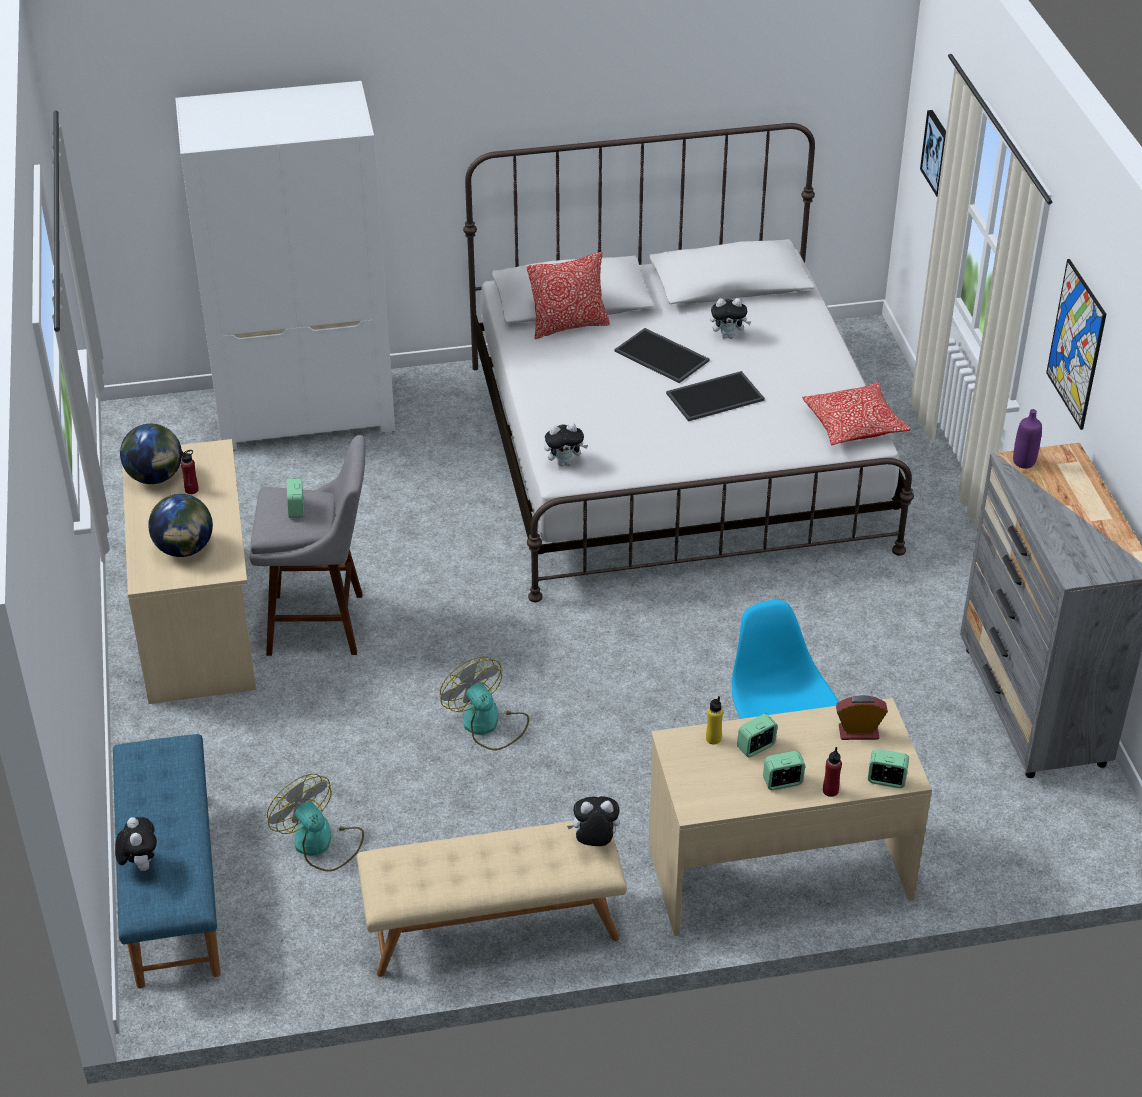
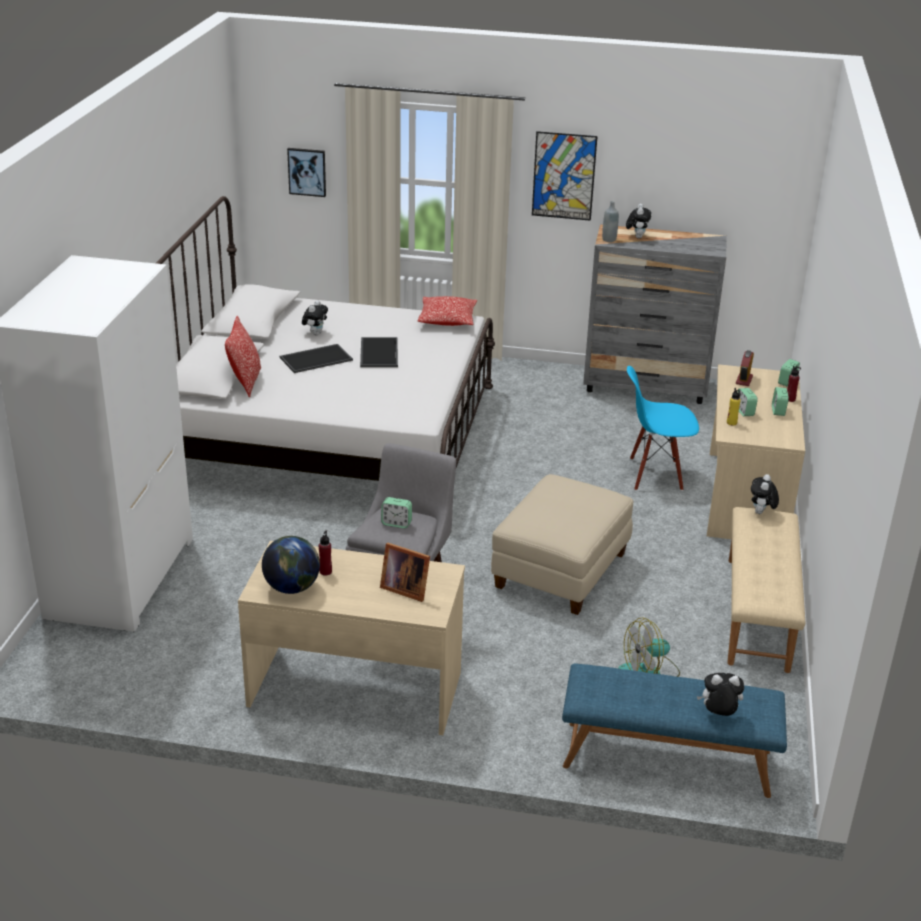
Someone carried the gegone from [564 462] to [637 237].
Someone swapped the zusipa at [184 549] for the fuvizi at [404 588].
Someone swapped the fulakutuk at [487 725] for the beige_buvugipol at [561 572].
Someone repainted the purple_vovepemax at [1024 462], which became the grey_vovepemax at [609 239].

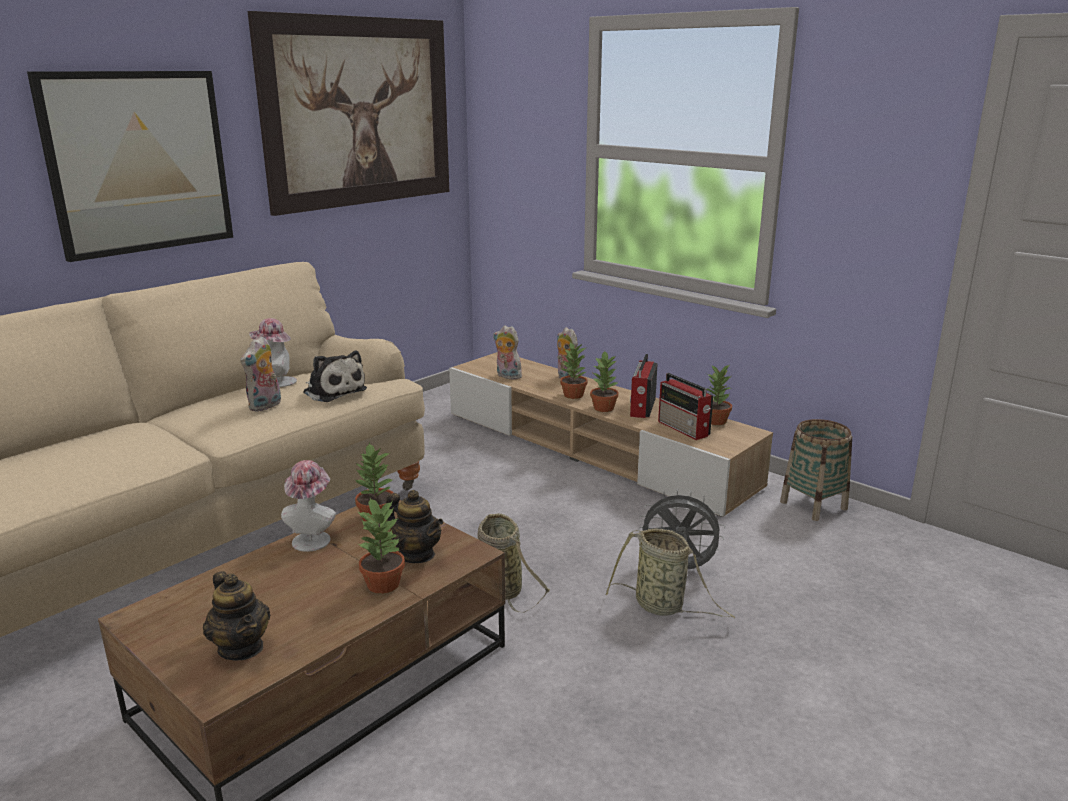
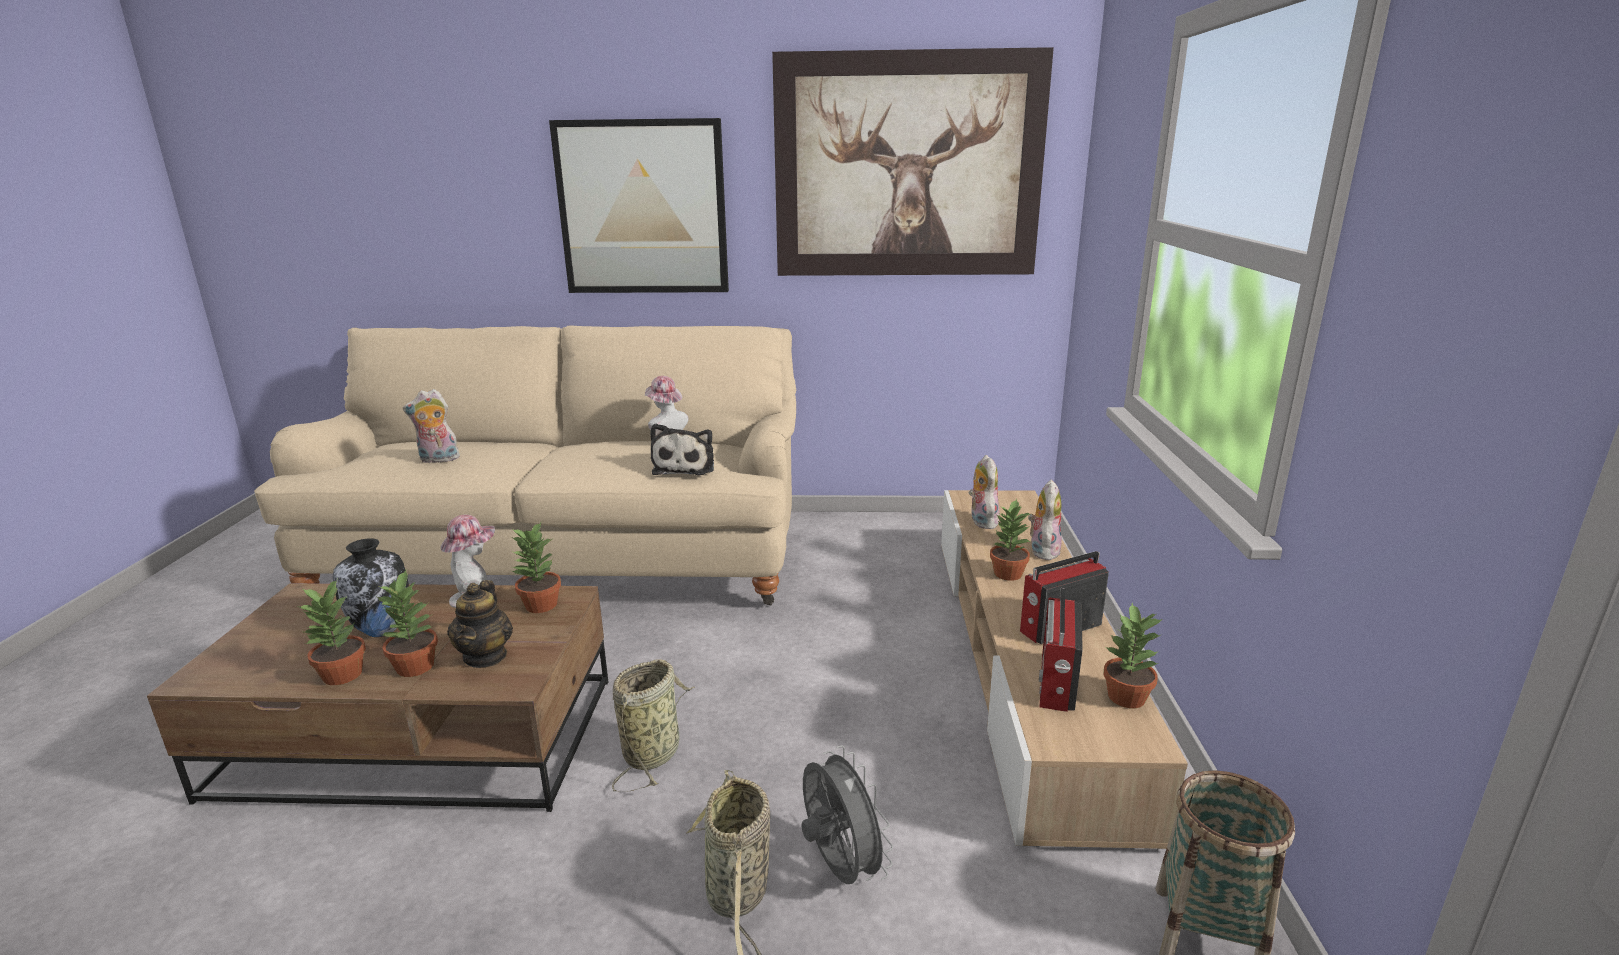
Someone took away the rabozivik at [241 647].
Someone put down the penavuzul at [383 630].
Someone carried the gegone from [265 406] to [438 460].
Someone carried the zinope from [604 408] to [343 675].

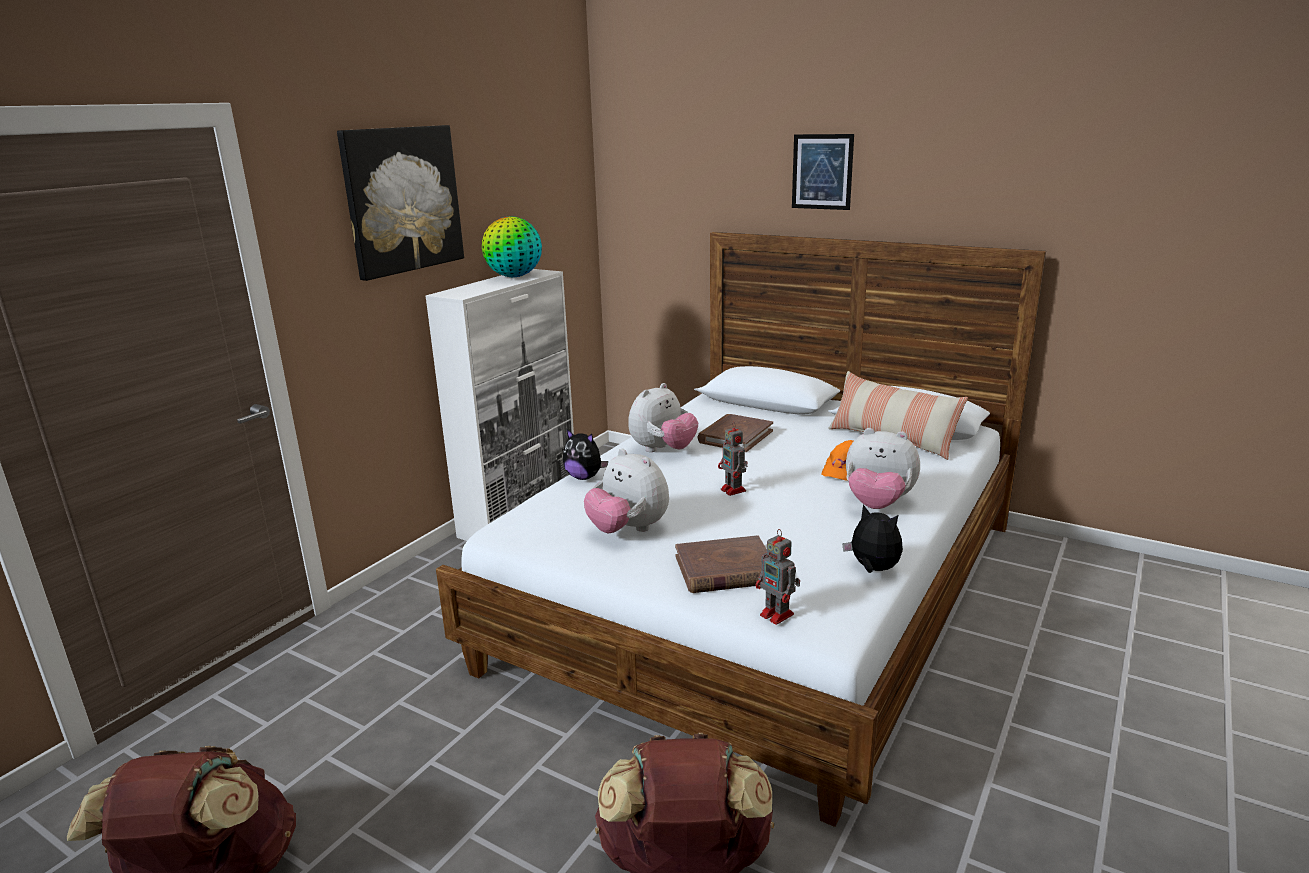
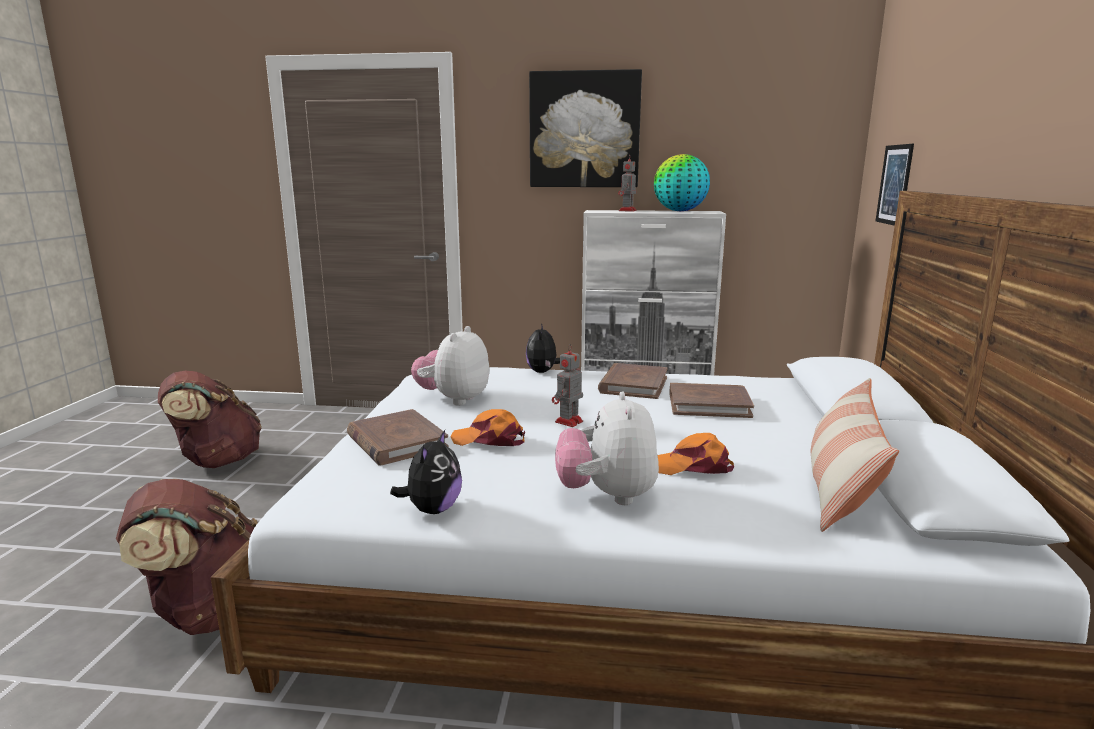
Someone put down the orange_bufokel at [489 440].
Someone carried the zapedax from [778 615] to [627 211].
Someone carried the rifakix from [822 172] to [894 185].
Someone swapped the gegone at [663 450] for the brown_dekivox at [633 385].

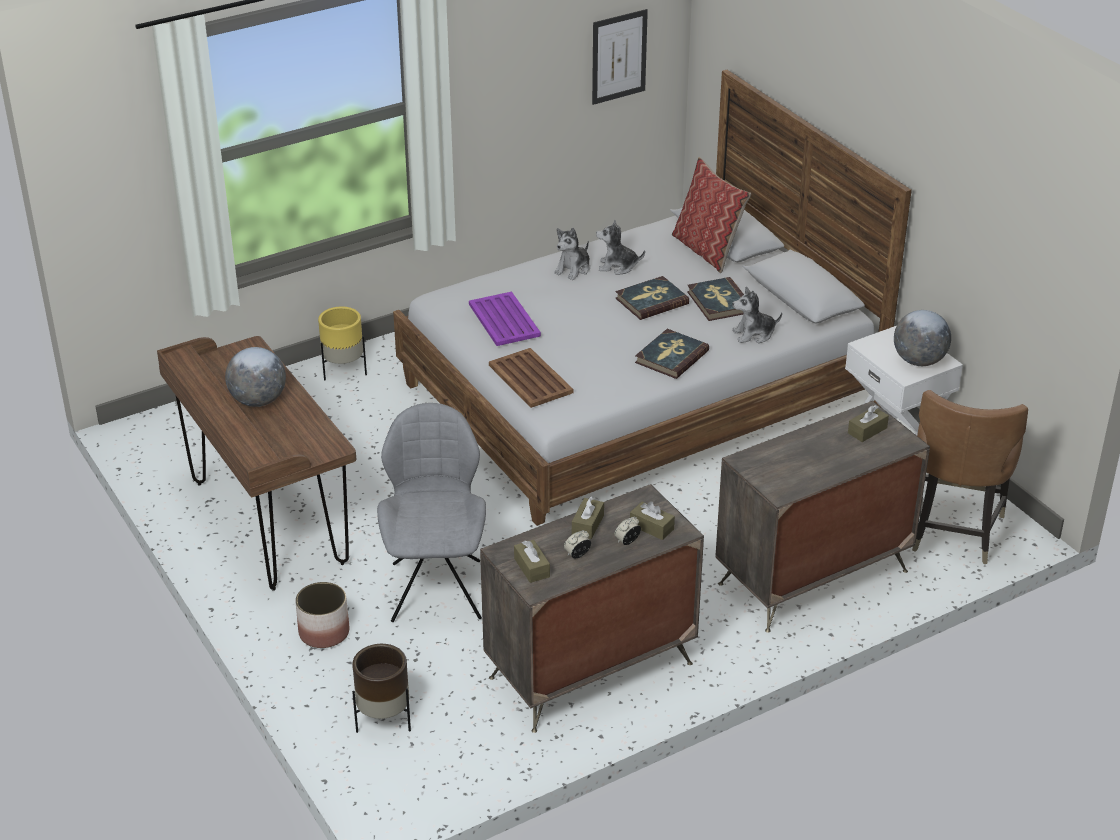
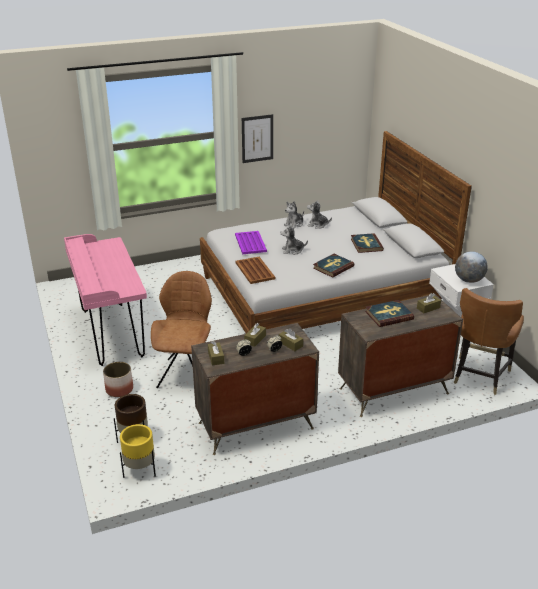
Someone took away the zusipa at [258 401].
Someone took away the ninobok at [707 250].
Someone carried the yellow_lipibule from [343 370] to [140 470].
Someone carried the rifakix from [619 56] to [257 138].
Someone carried the dekivox from [651 301] to [388 315].
Someone carried the gegone from [754 334] to [292 250].
Someone repainted the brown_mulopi at [267 523], which became the pink_mulopi at [111 333].
Someone repainted the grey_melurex at [436 588], which became the brown_melurex at [186 373].

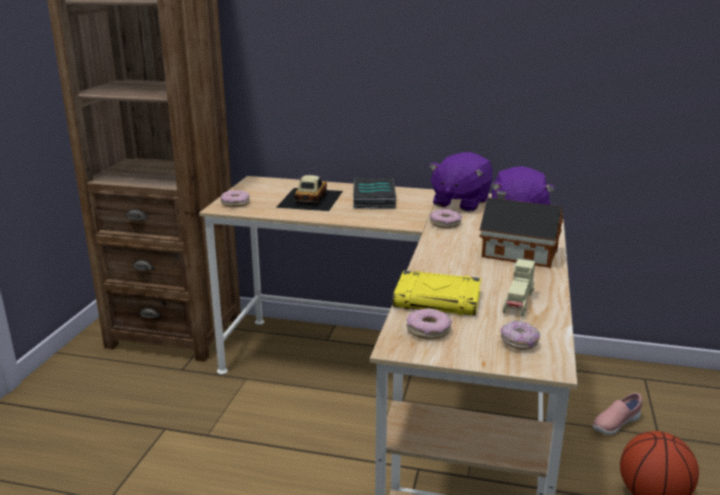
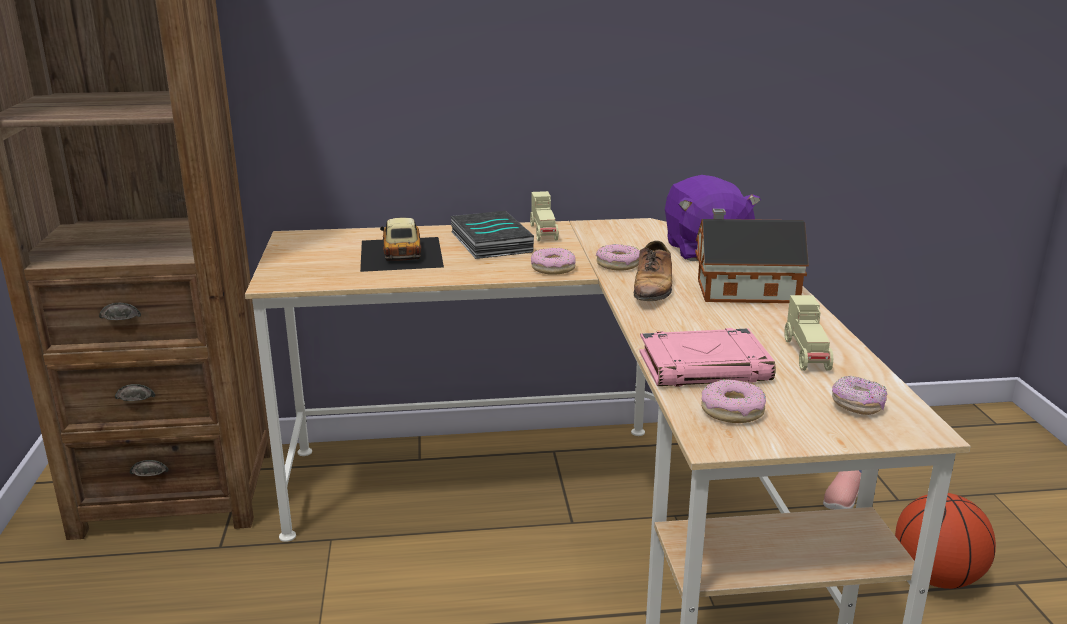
Someone took away the purple_gegone at [460 203].
Someone put down the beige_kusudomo at [544 233].
Someone put down the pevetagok at [653 288].
Someone carried the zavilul from [235 203] to [553 268].
Someone repainted the yellow_dekivox at [438 299], which became the pink_dekivox at [705 366].

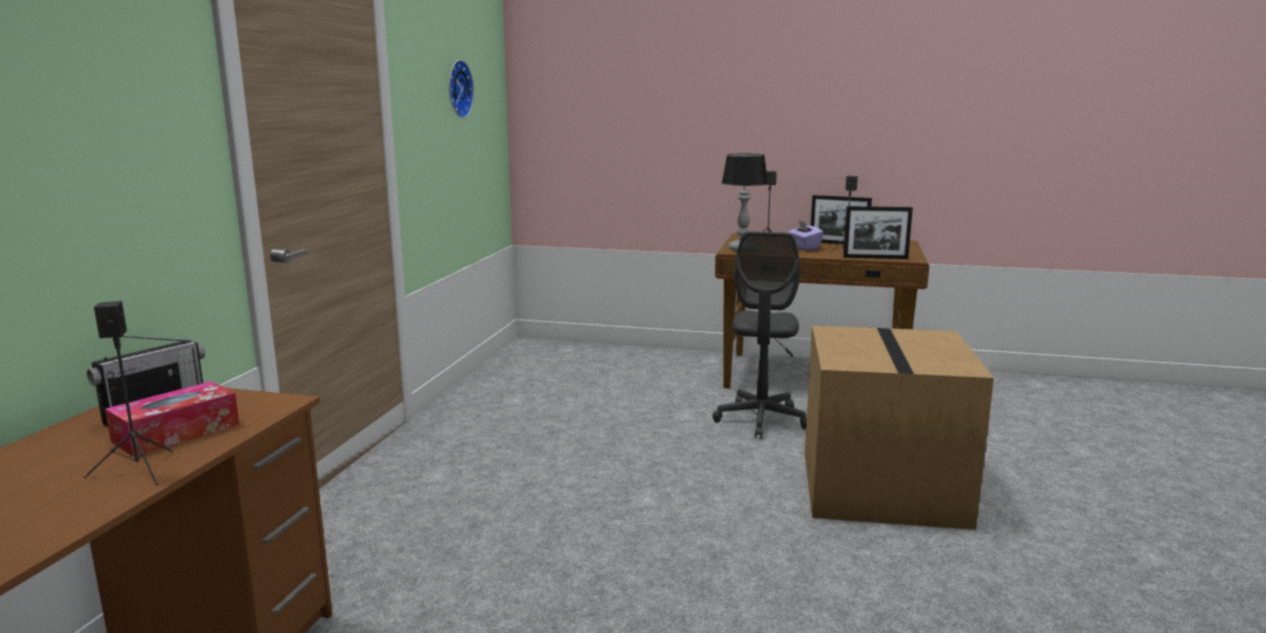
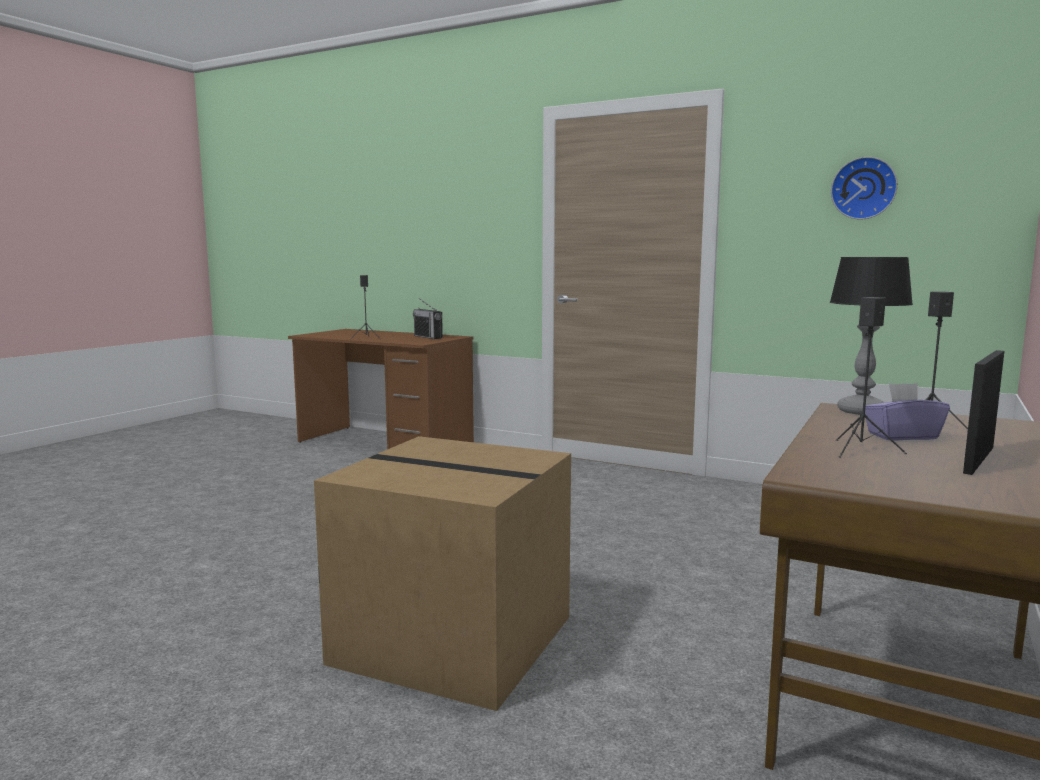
Someone took away the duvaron at [176 433].
Someone took away the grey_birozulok at [761 420].
Someone took away the fuvizi at [875 258].

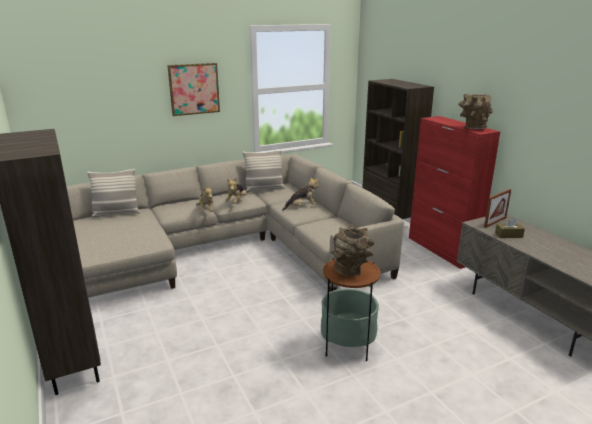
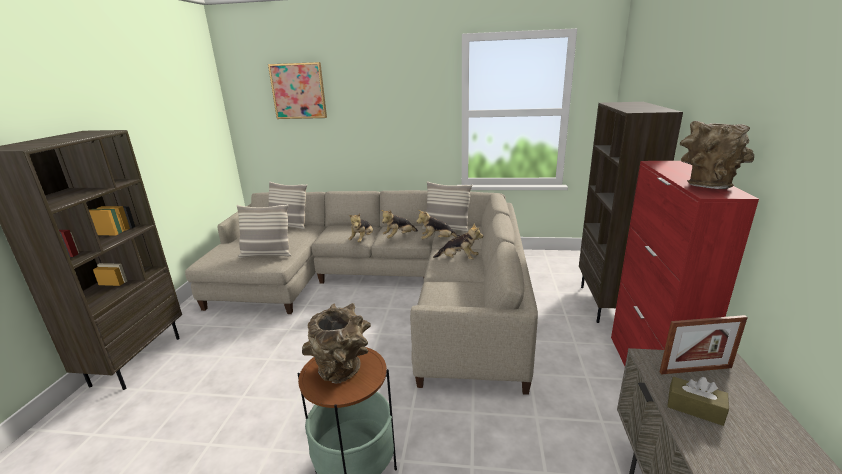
Someone put down the ninobok at [267 255].
Someone put down the gegone at [437 240].
Someone carried the rifakix from [194 89] to [298 91].

